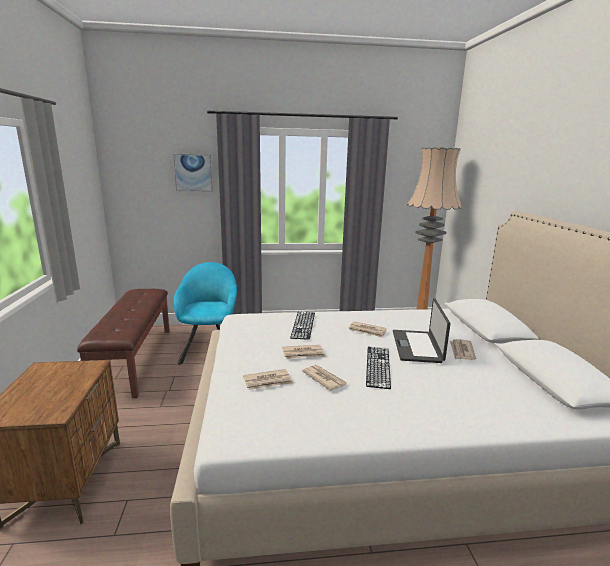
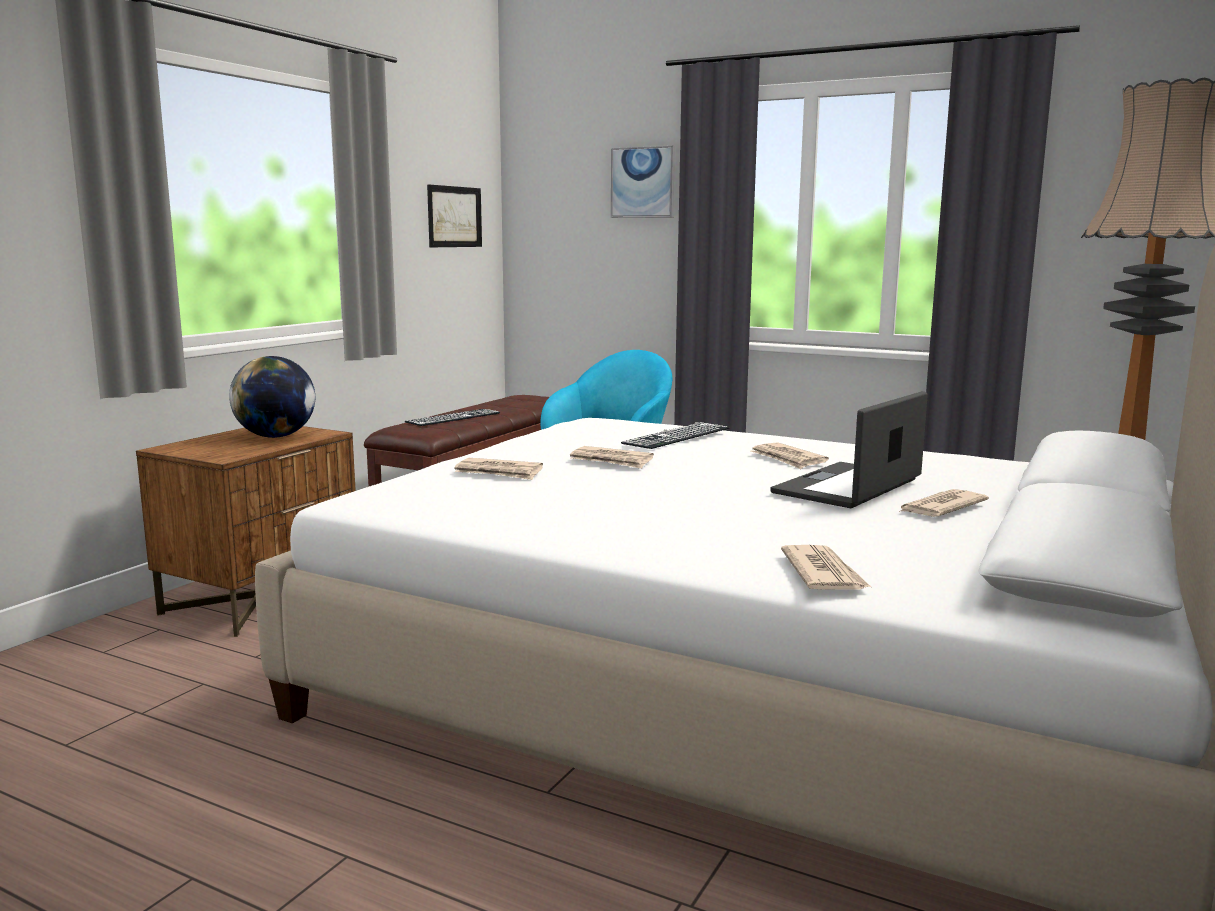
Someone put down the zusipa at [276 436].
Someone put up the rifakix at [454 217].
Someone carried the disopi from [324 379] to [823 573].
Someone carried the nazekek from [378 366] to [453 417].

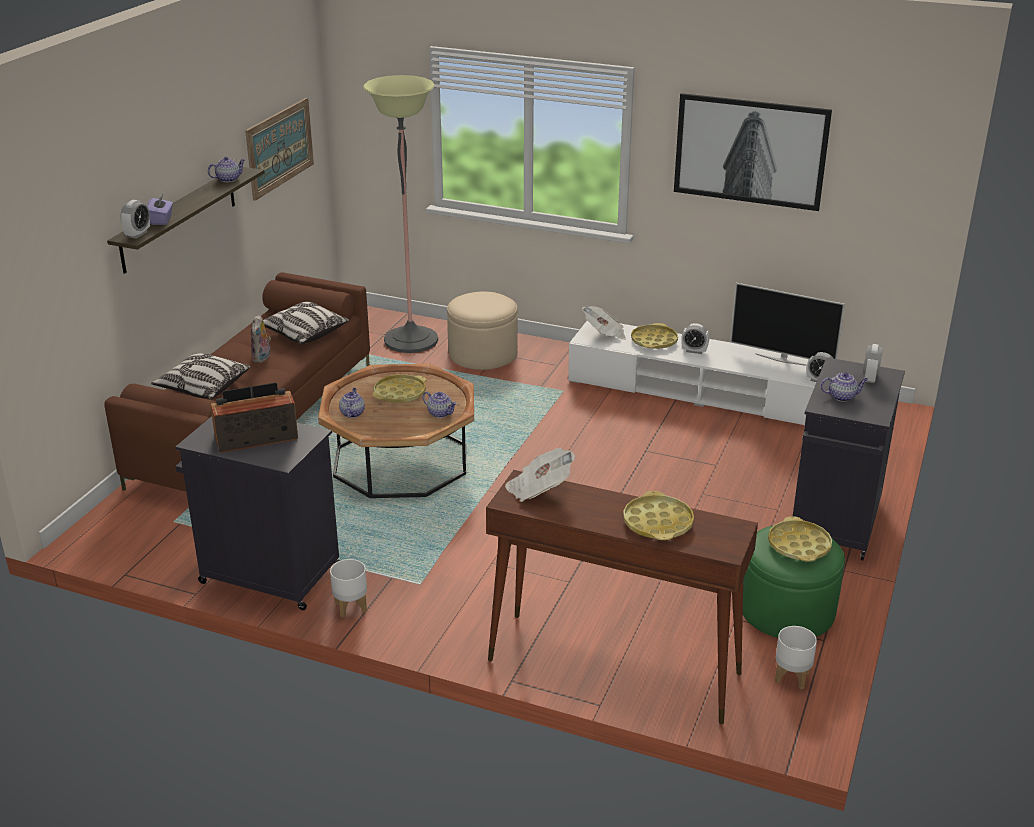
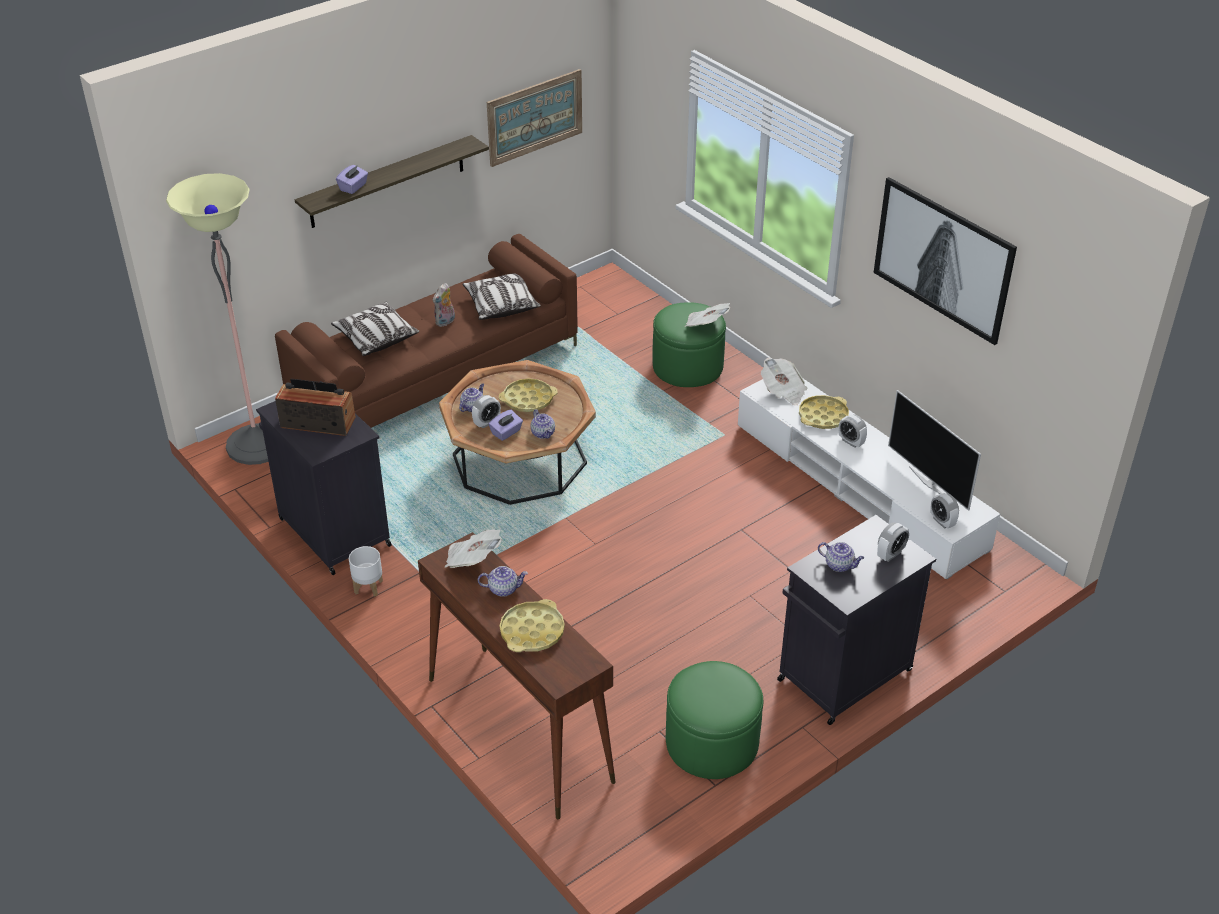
Someone took away the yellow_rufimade at [799 545].
Someone took away the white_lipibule at [792 677].
Someone put down the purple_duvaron at [506 432].
Someone put down the disopi at [706 325].
Someone carried the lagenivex from [138 234] to [487 422].
Someone carried the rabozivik from [228 179] to [503 589].
Someone carried the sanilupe from [411 340] to [257 445].
Someone repainted the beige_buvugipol at [482 354], which became the green_buvugipol at [687 366].

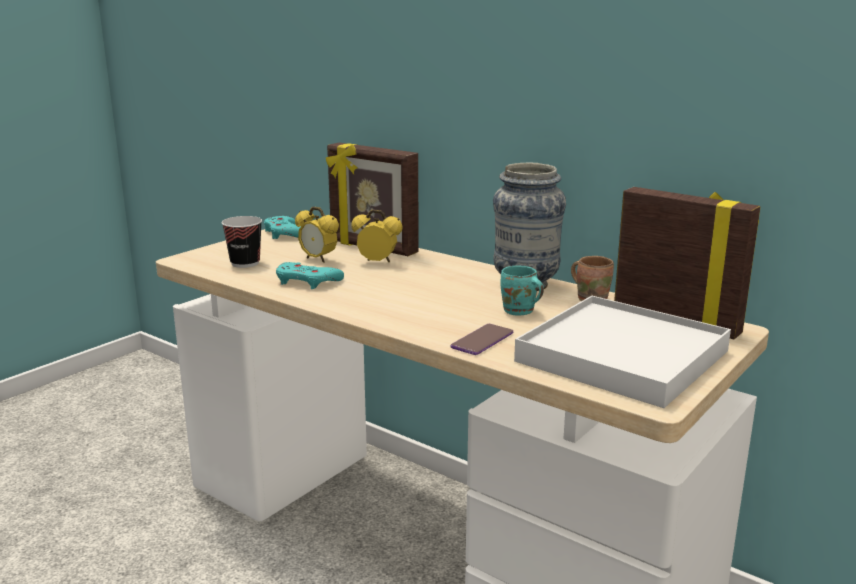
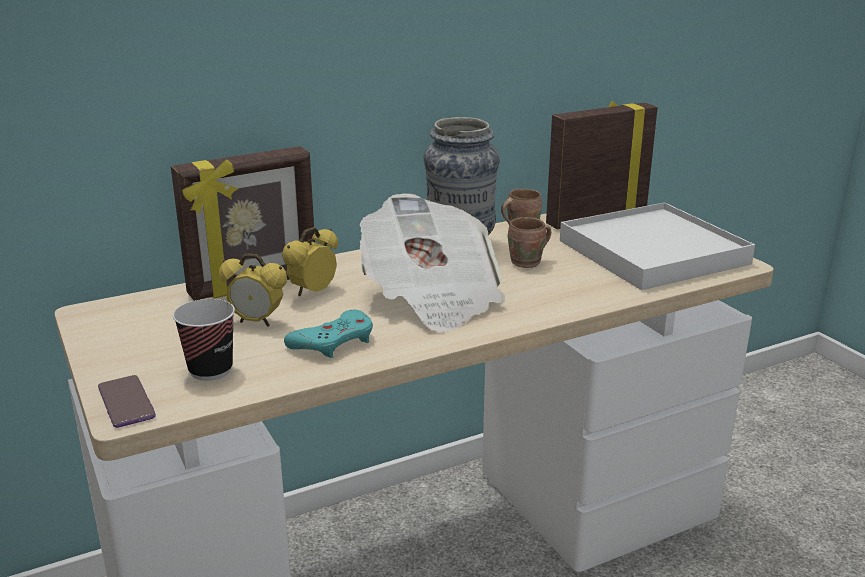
Someone took away the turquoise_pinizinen at [285 233].
Someone put down the disopi at [431 298].
Someone carried the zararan from [482 340] to [126 402].
Someone repainted the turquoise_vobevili at [519 312], which became the brown_vobevili at [528 263].
Someone rotated the lagenivex at [318 259] by 45 degrees clockwise.

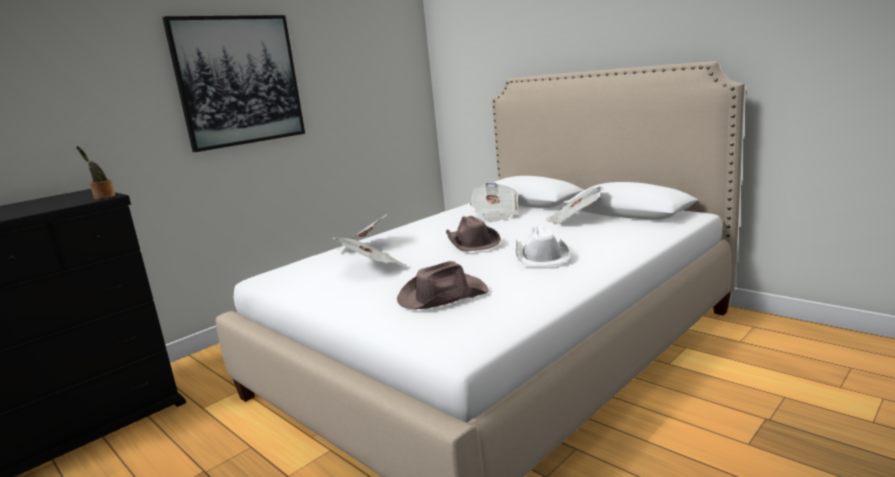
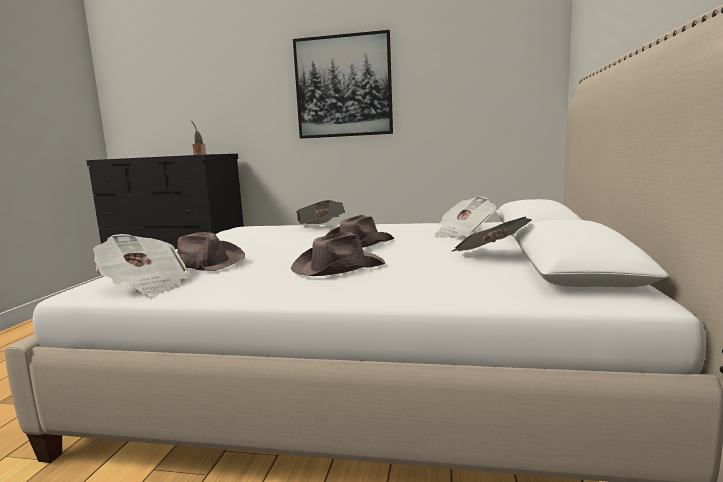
Someone carried the disopi from [372 268] to [145 285].
Someone repainted the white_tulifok at [540 255], which became the brown_tulifok at [337 267].

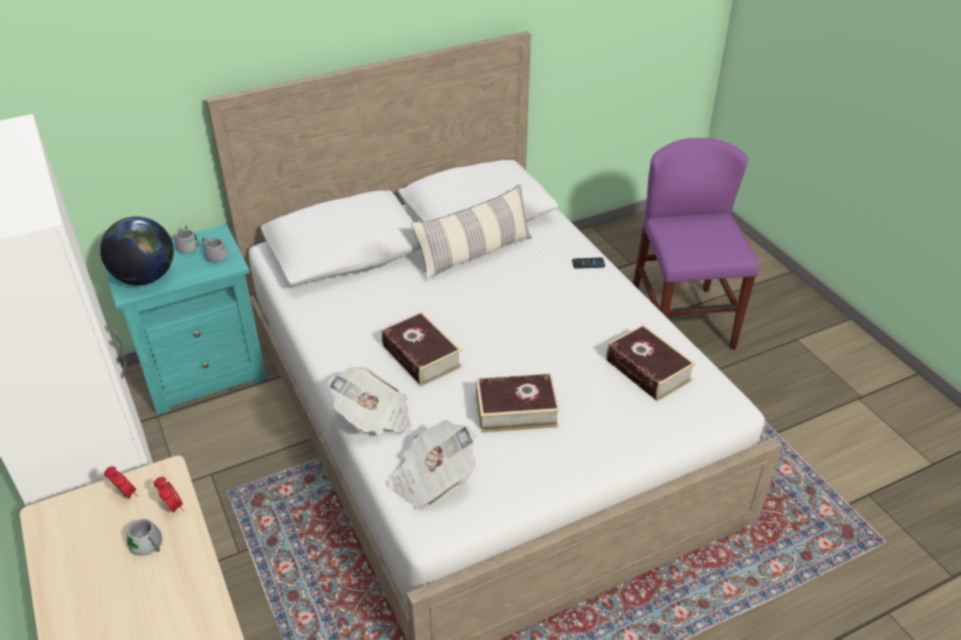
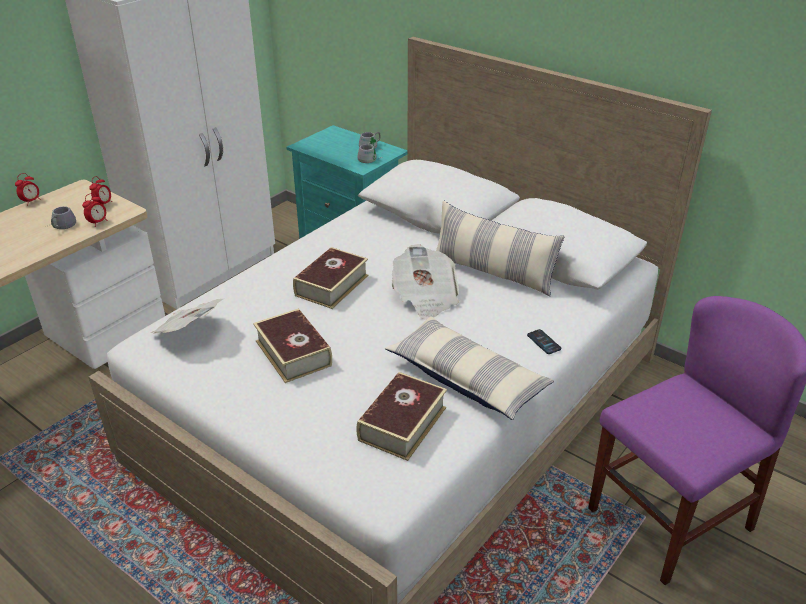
Someone took away the zusipa at [145 277].
Someone put down the lagenivex at [31 201].
Someone put down the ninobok at [467 378].
Someone carried the disopi from [374 418] to [425 298].

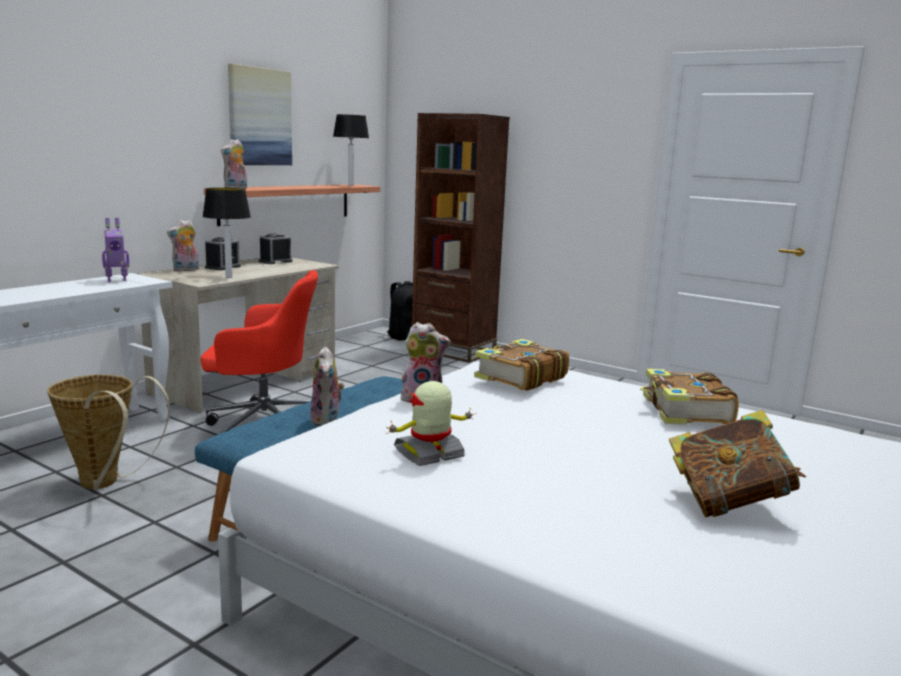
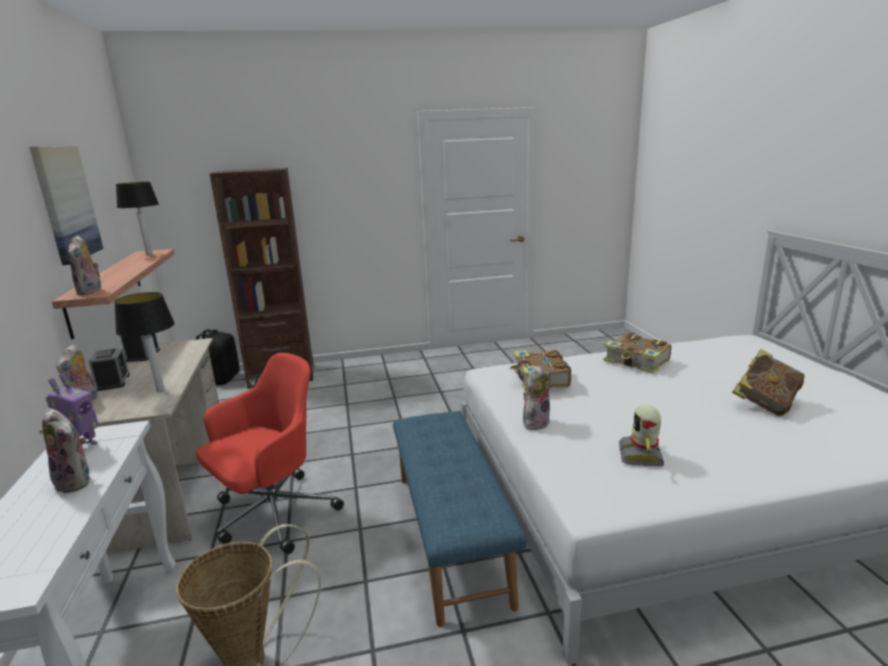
Someone carried the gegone from [327 420] to [77 482].

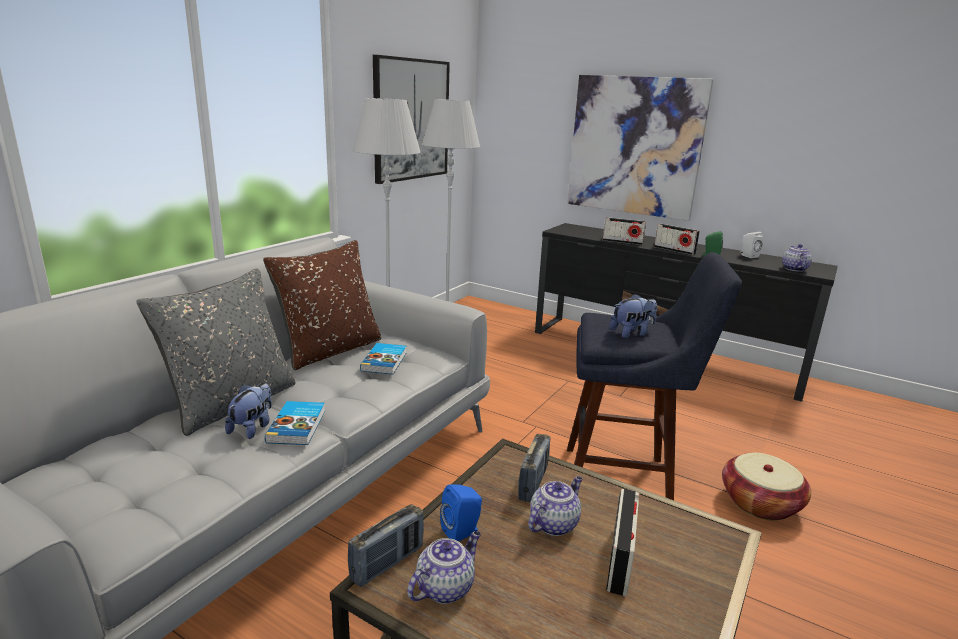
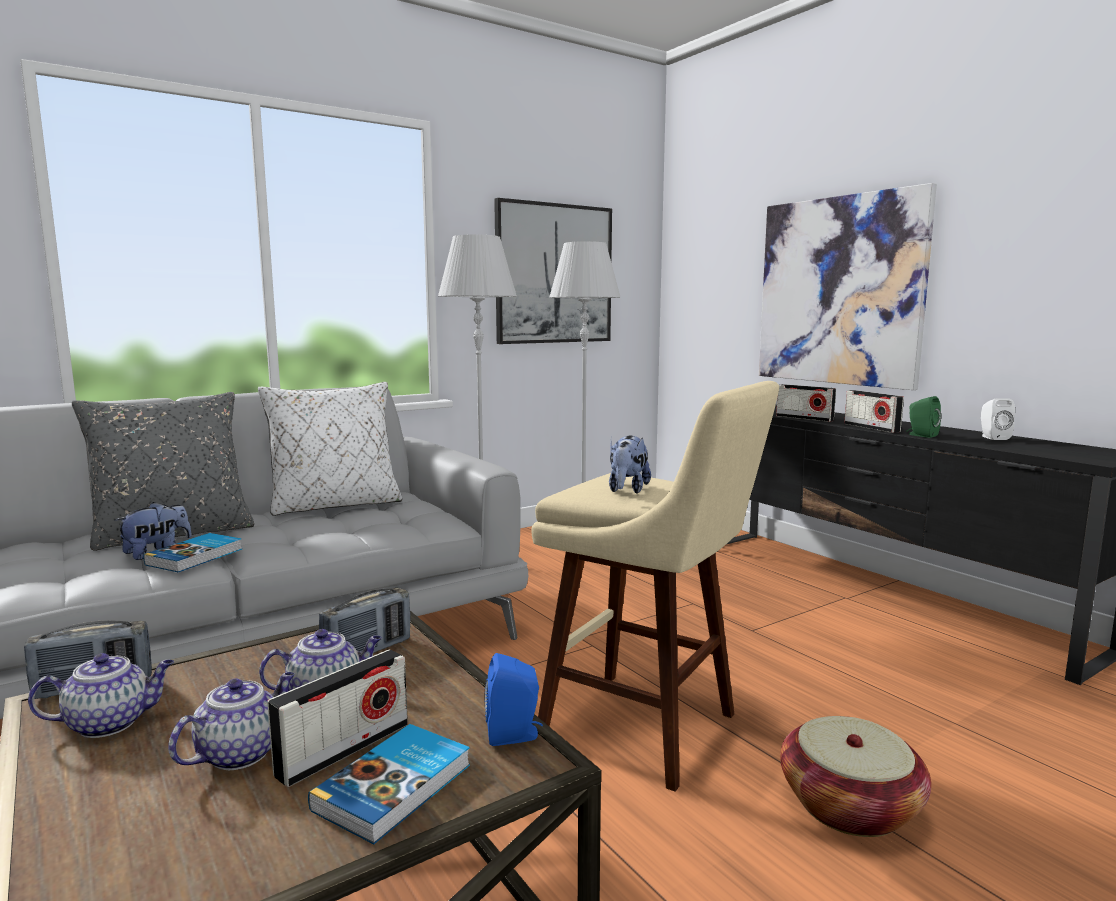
Someone carried the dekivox from [385 361] to [396 787].
Someone carried the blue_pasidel from [462 532] to [514 735].
Someone carried the rabozivik from [793 269] to [241 752].
Someone repainted the brown_ninobok at [330 350], which became the white_ninobok at [336 505].
Someone repainted the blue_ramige at [625 482], which became the beige_ramige at [650 730].
Someone rotated the gegone at [632 333] by 105 degrees clockwise.

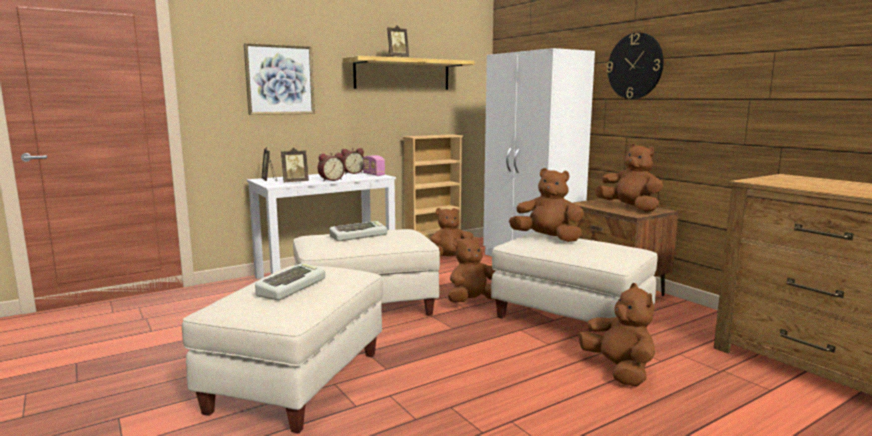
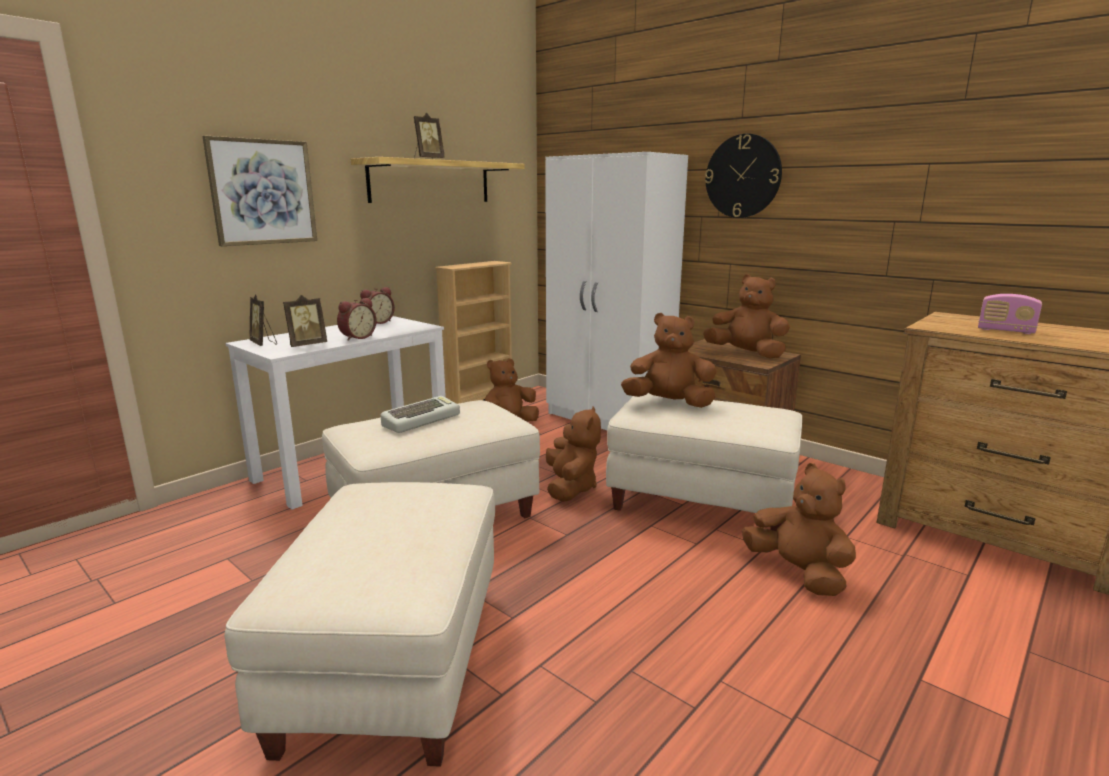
Someone took away the nazekek at [291 287].
Someone carried the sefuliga from [373 175] to [1005 331].
Someone rotated the brown_gegone at [473 301] by 135 degrees clockwise.

